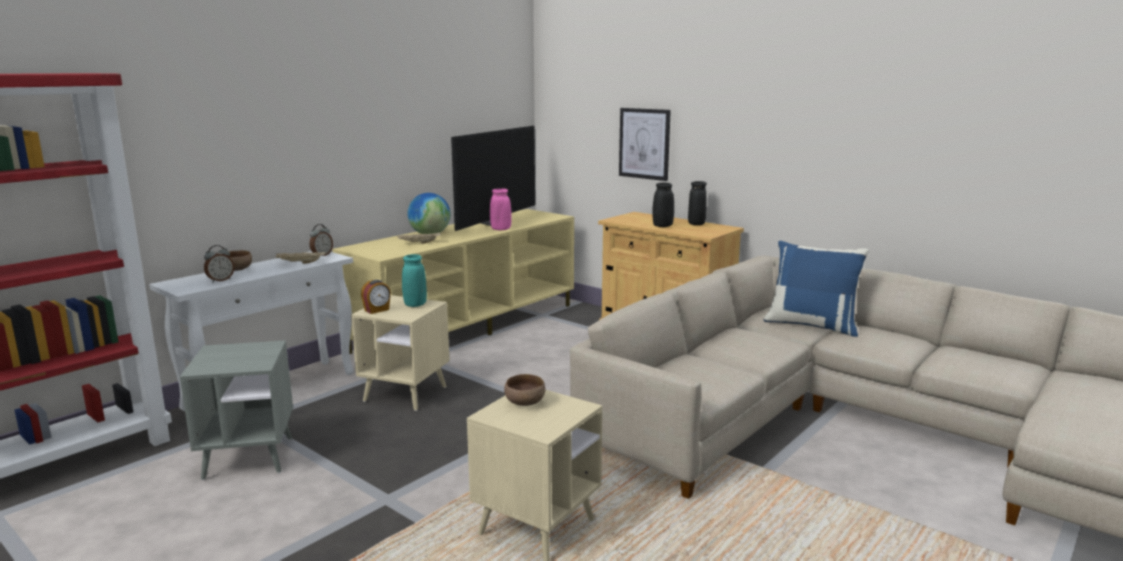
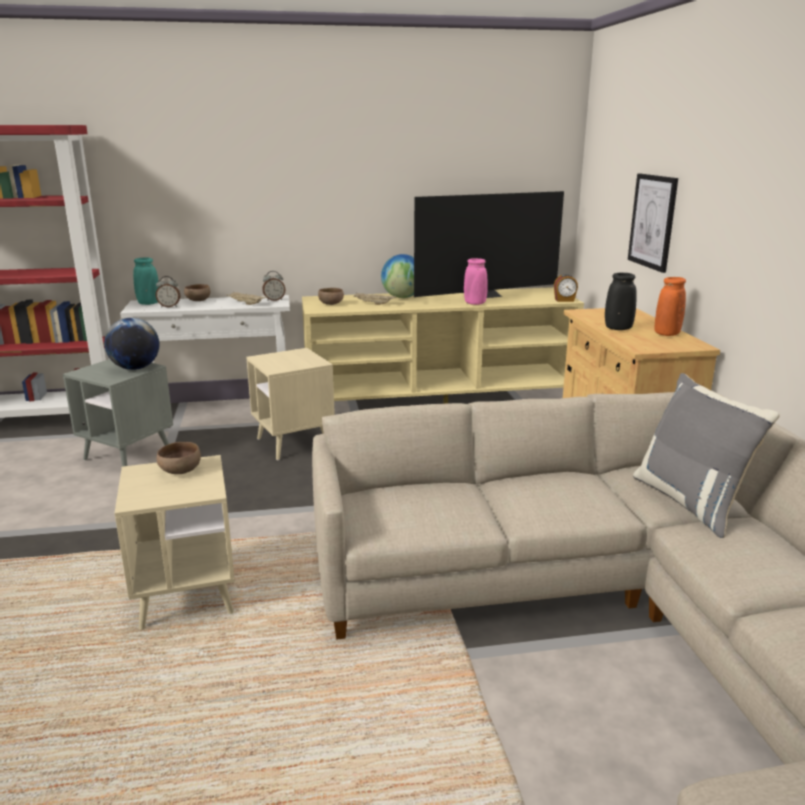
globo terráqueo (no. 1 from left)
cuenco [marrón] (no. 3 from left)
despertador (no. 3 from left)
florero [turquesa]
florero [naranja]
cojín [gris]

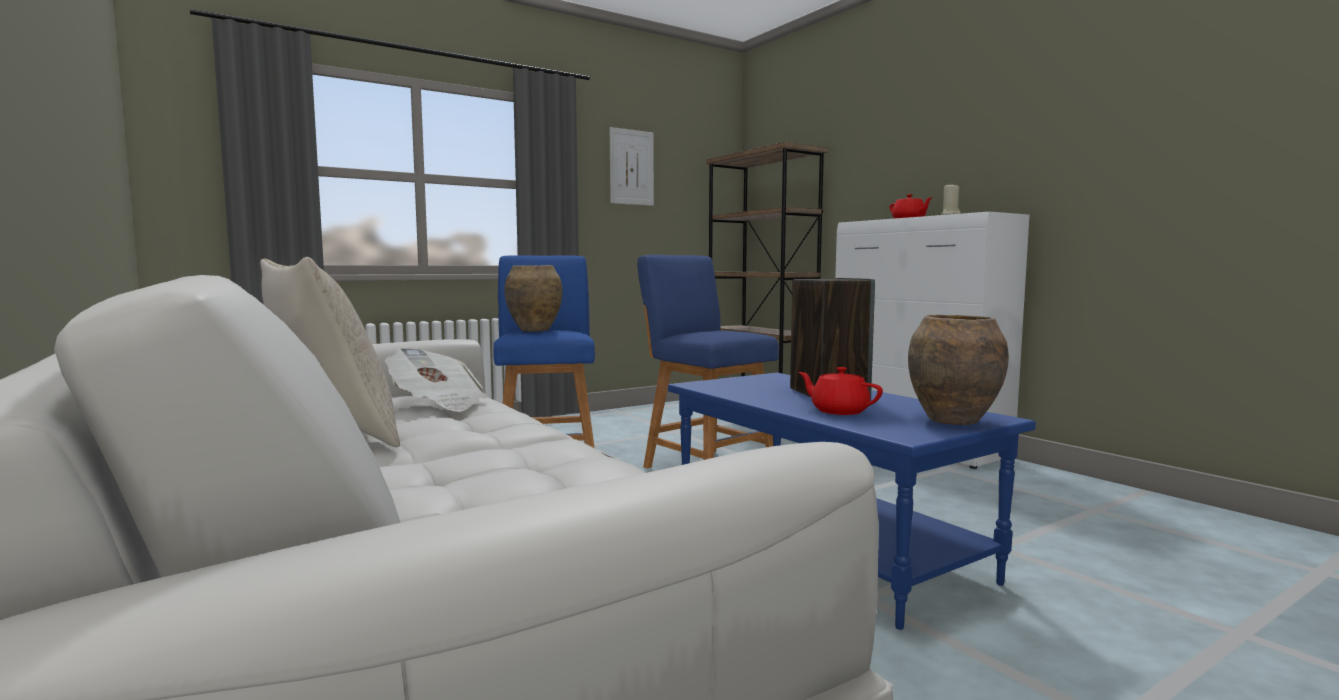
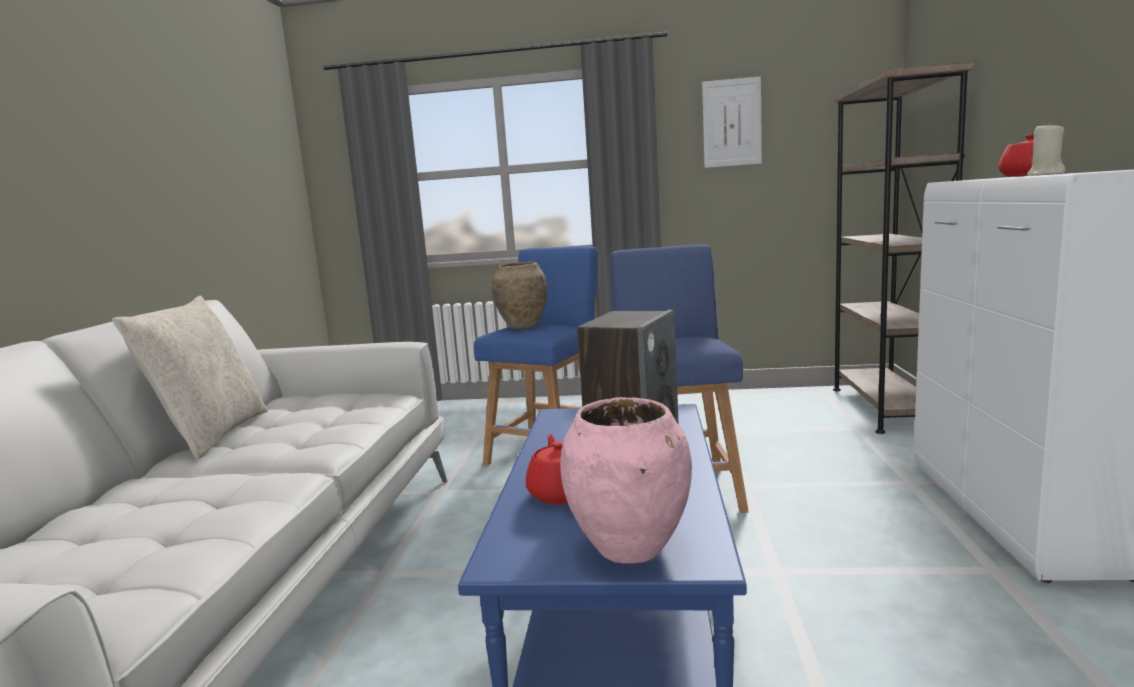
periódico
florero [rosa]

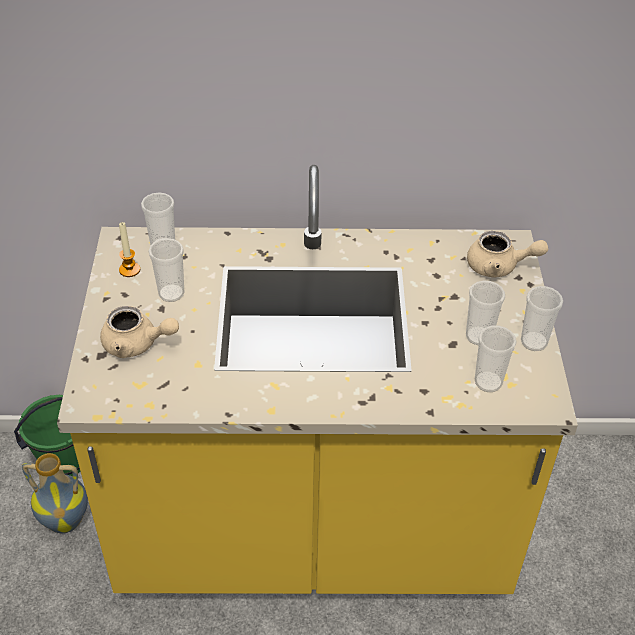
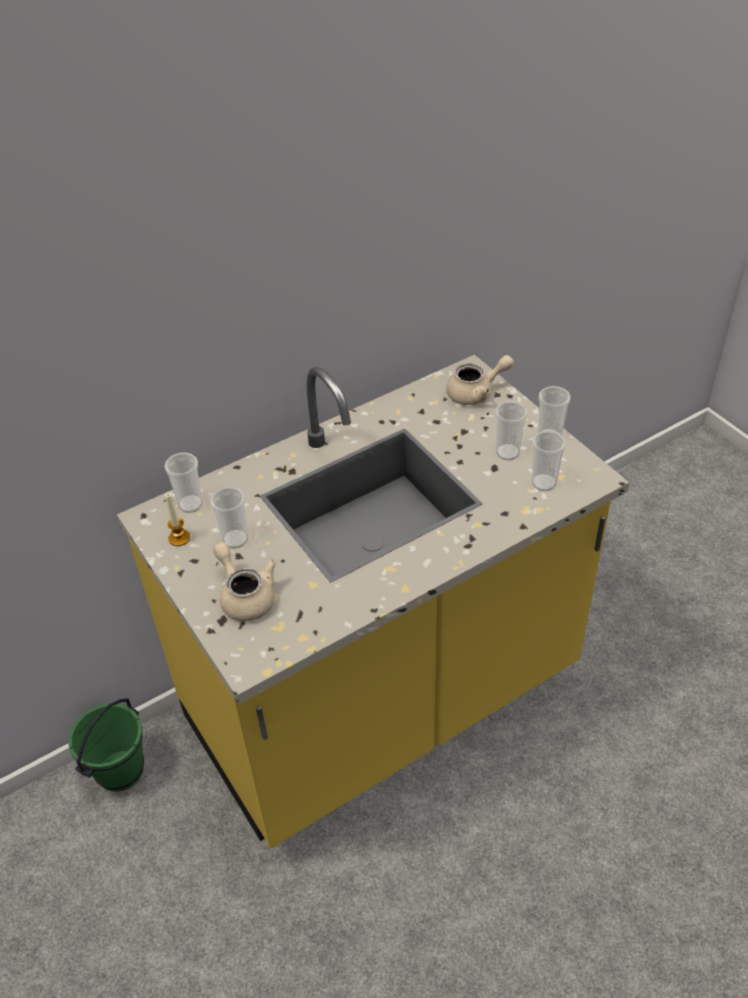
florero
tetera [beis] (no. 1 from left)

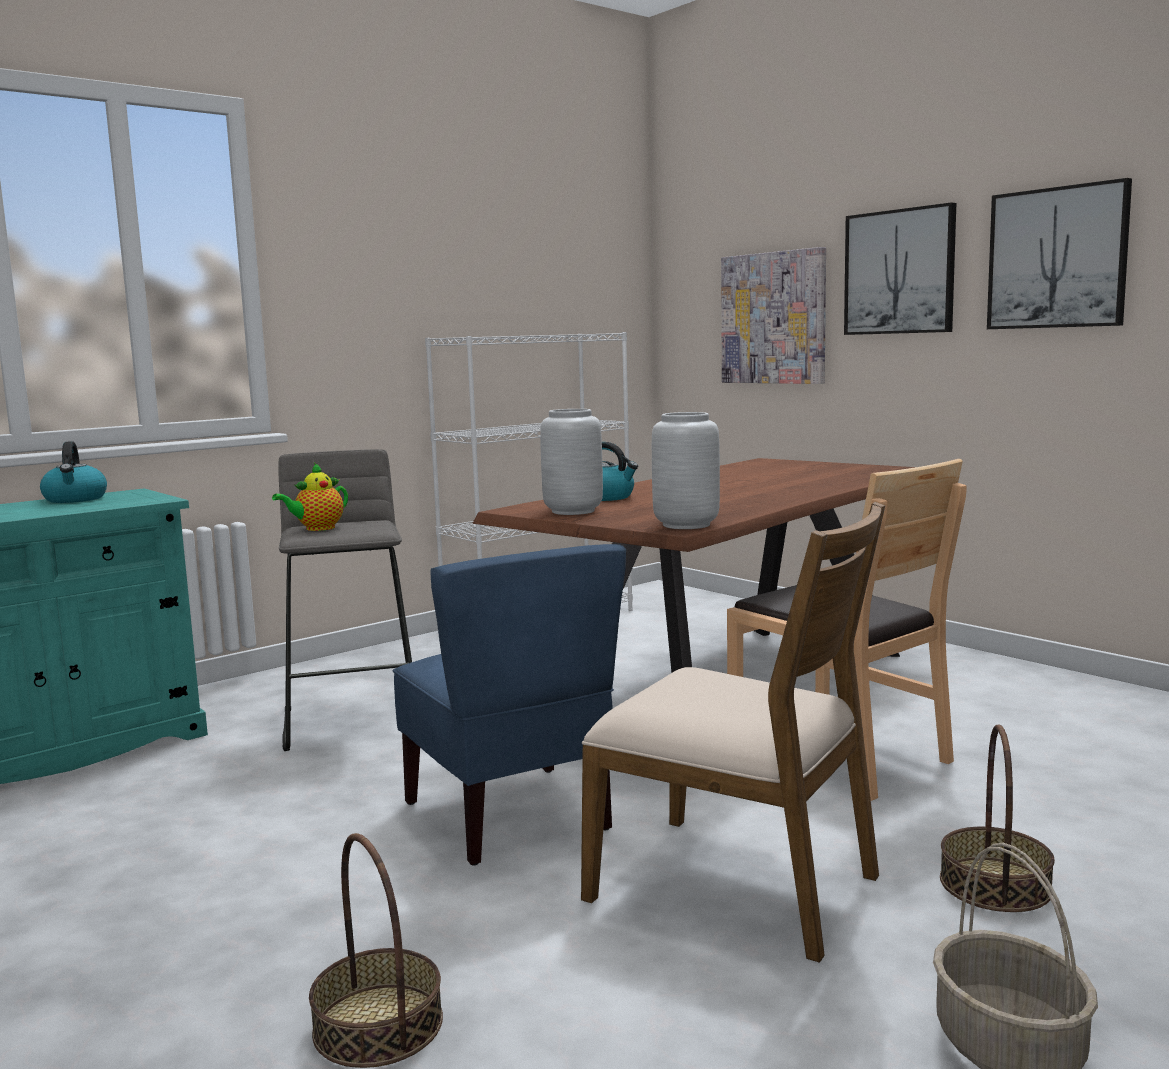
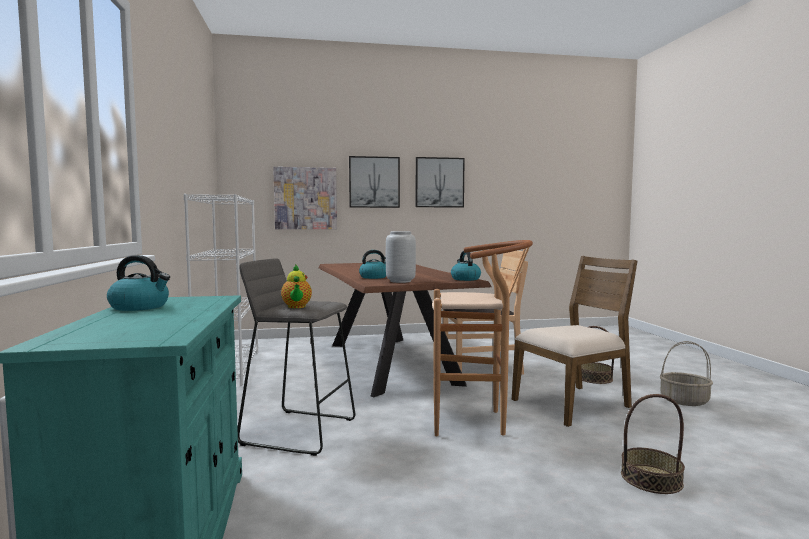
taburete [marrón]
hervidor (no. 3 from left)

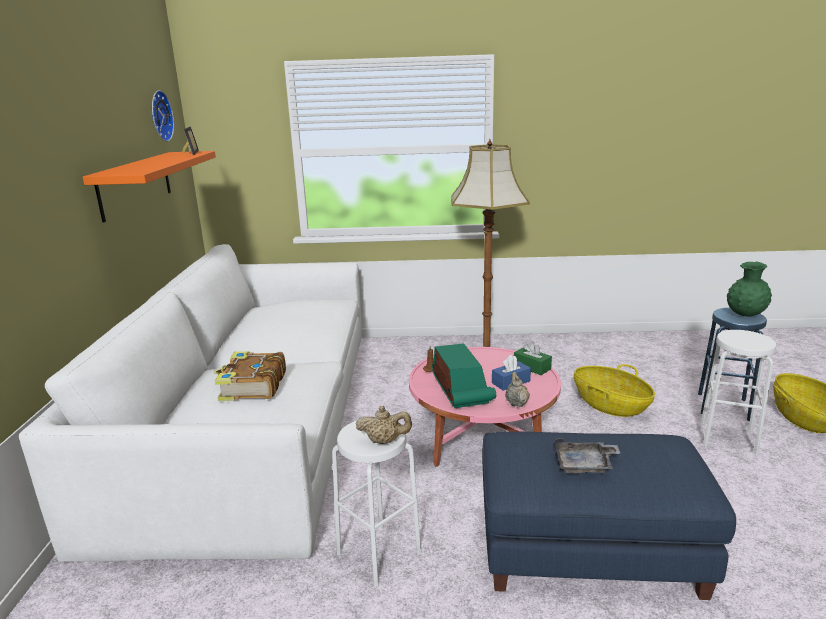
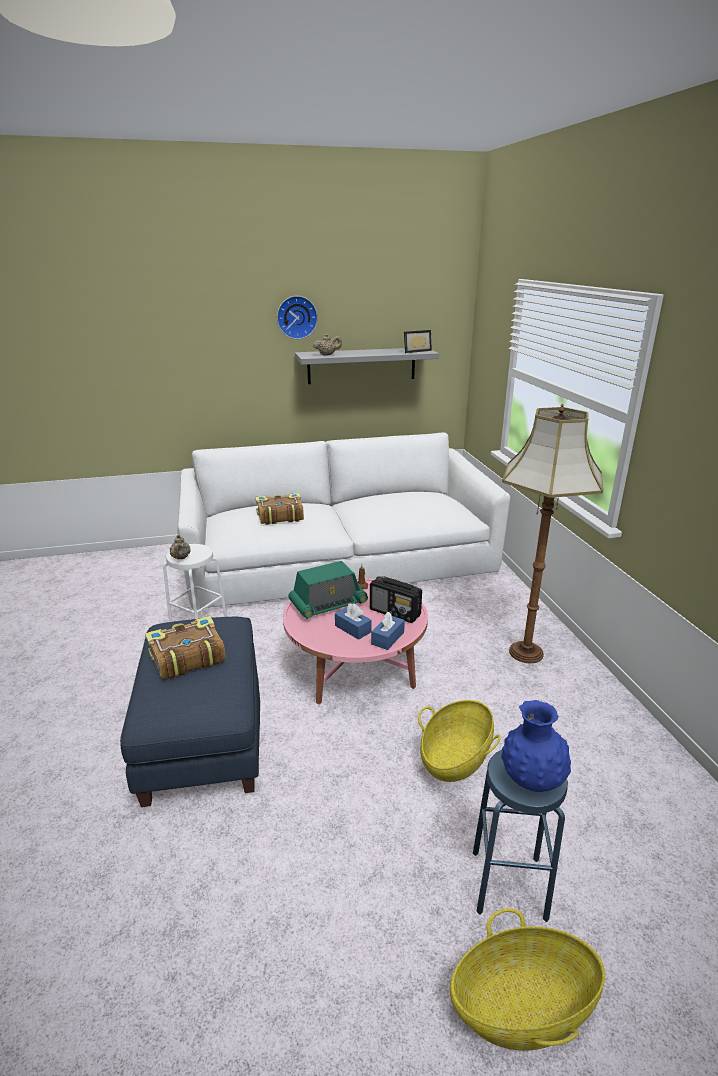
taburete [blanco] (no. 2 from left in the first image)
radio (no. 2 from left)
reloj de pared
tetera [beis] (no. 2 from left)
libro (no. 1 from left)
estante [gris]
caja de pañuelos [azul] (no. 2 from left)
florero [azul]

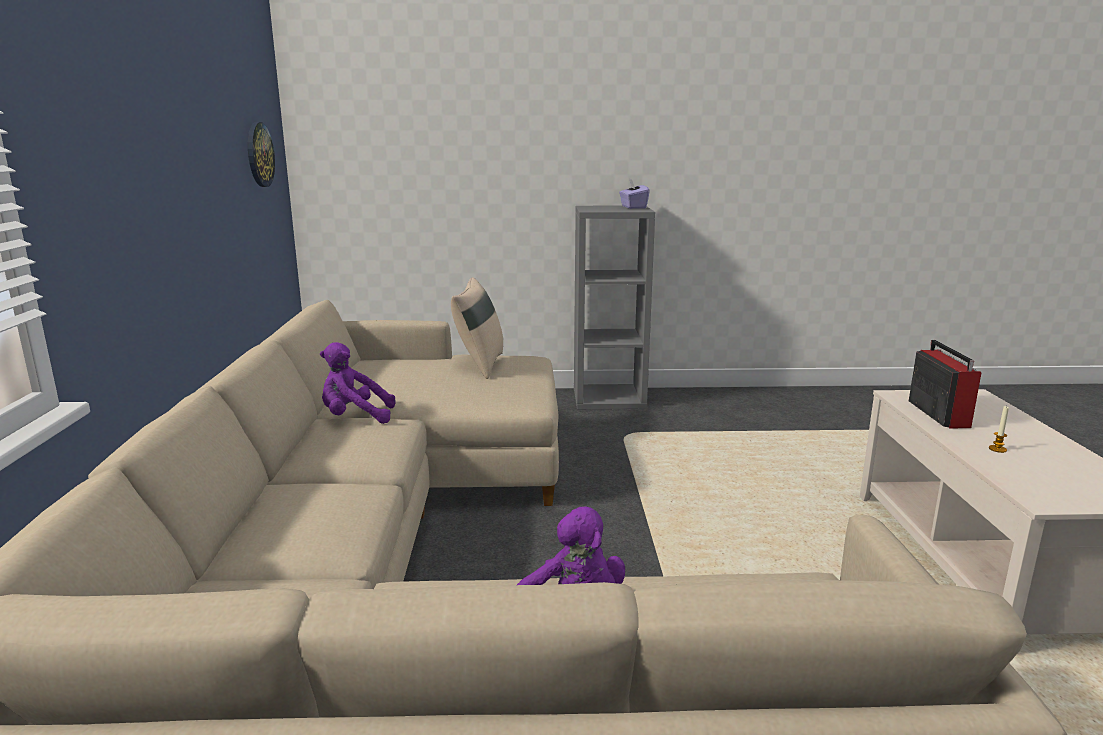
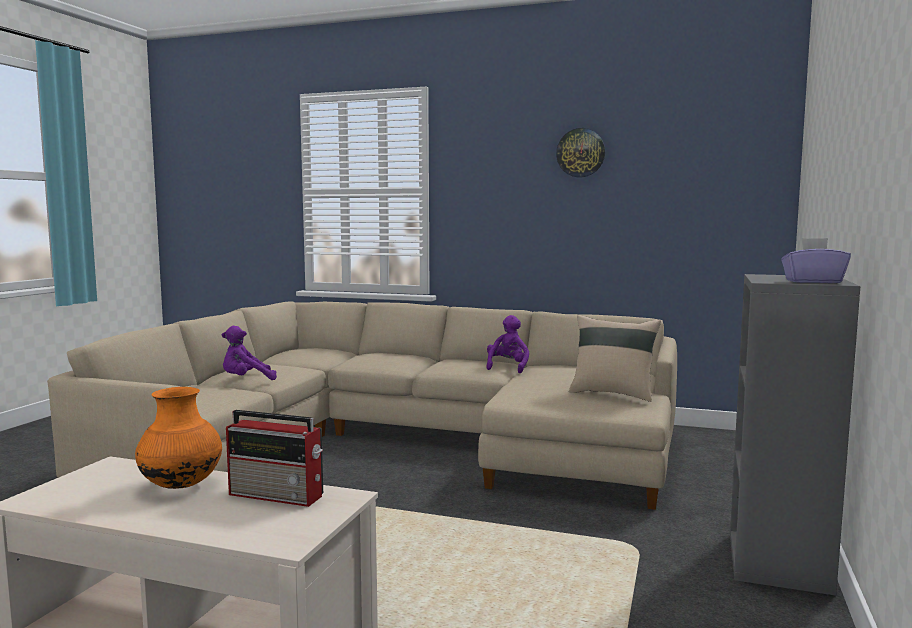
reloj de pared
florero [naranja]

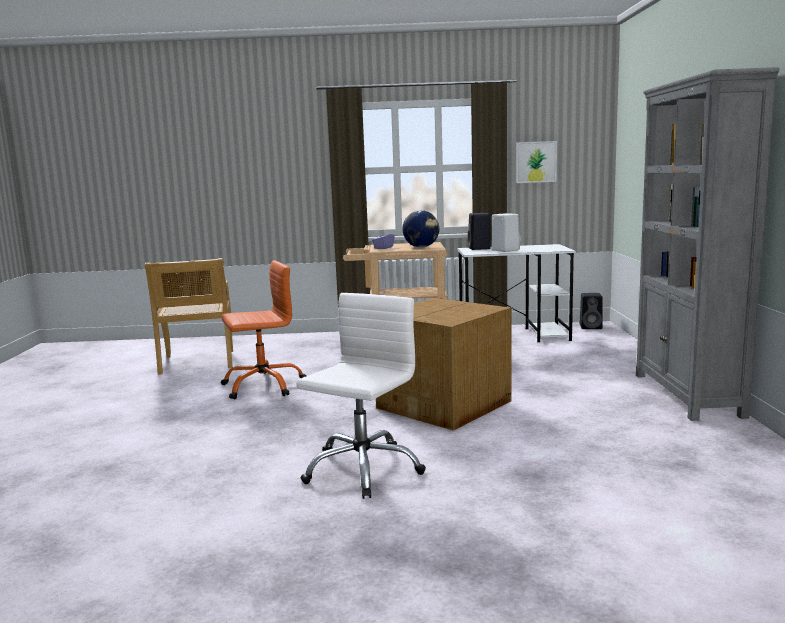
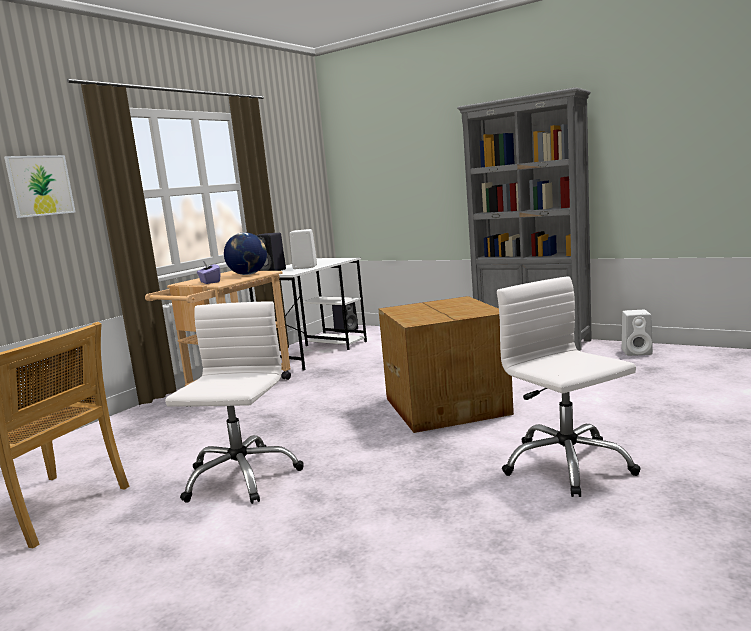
altavoz [blanco] (no. 2 from left)
cuadro
silla de oficina [blanco] (no. 1 from left)

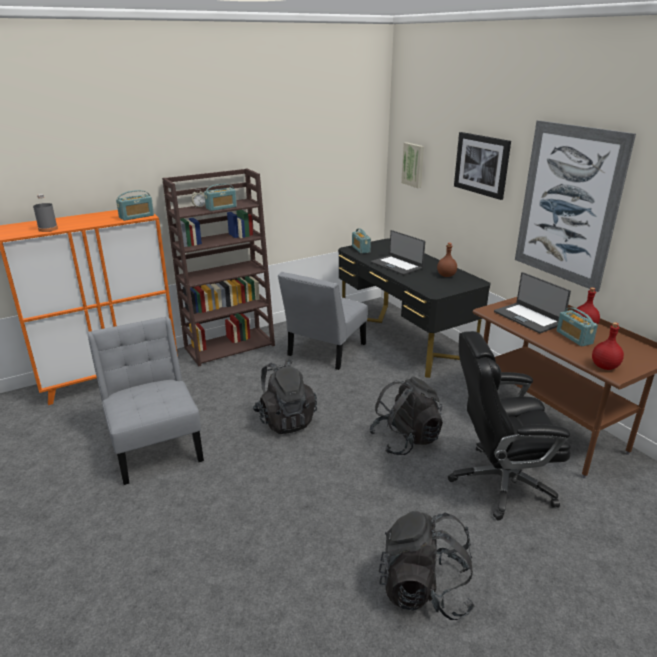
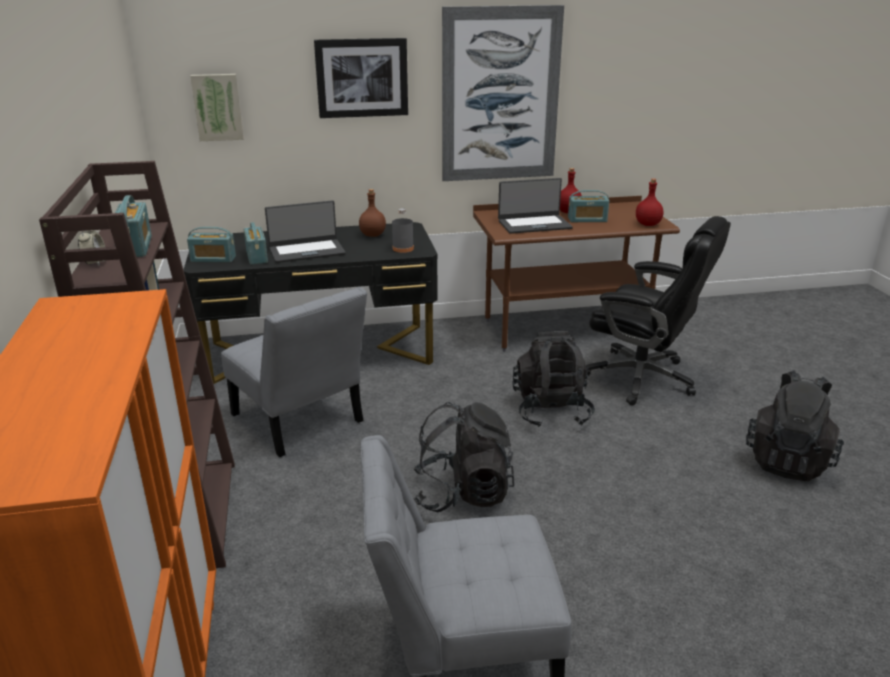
botella [gris]
radio (no. 3 from left)
silla de oficina [negro]

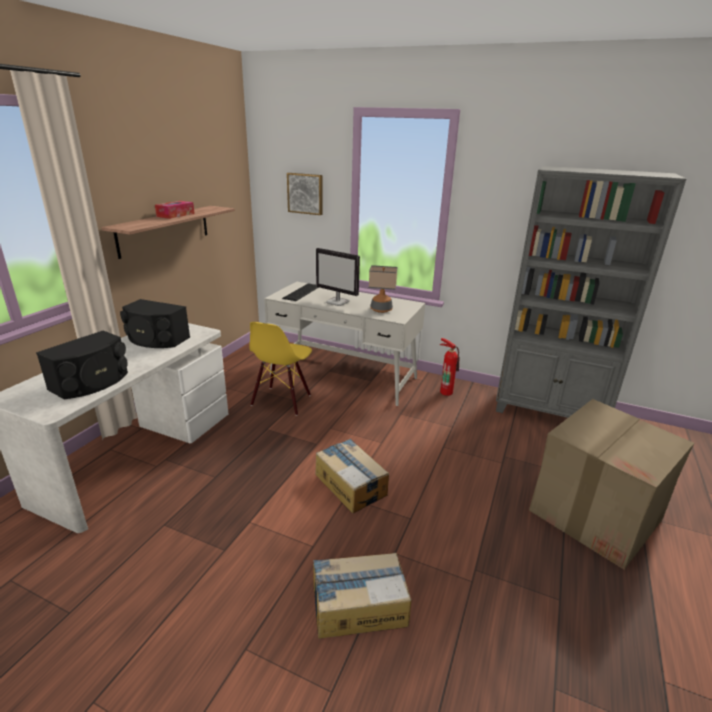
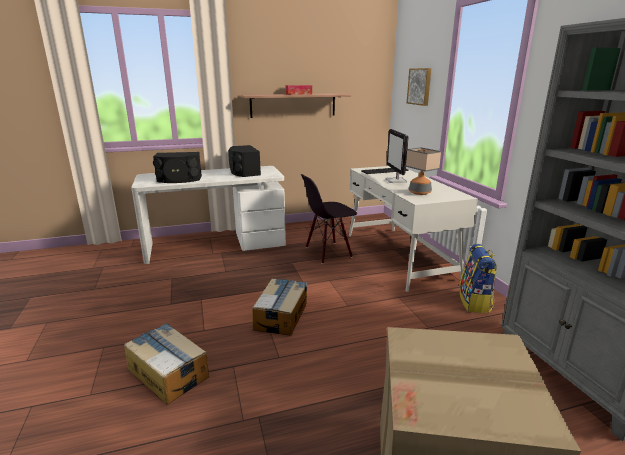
mochila
silla [negro]

